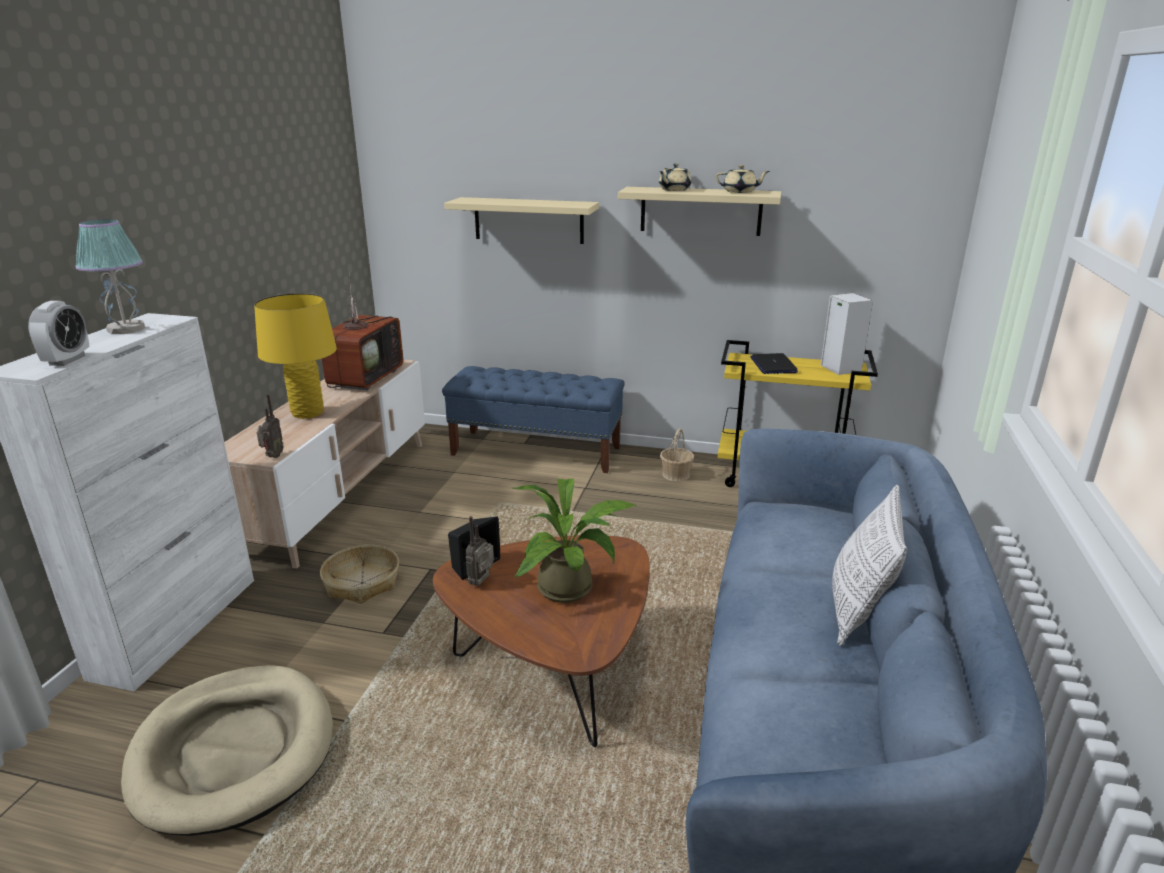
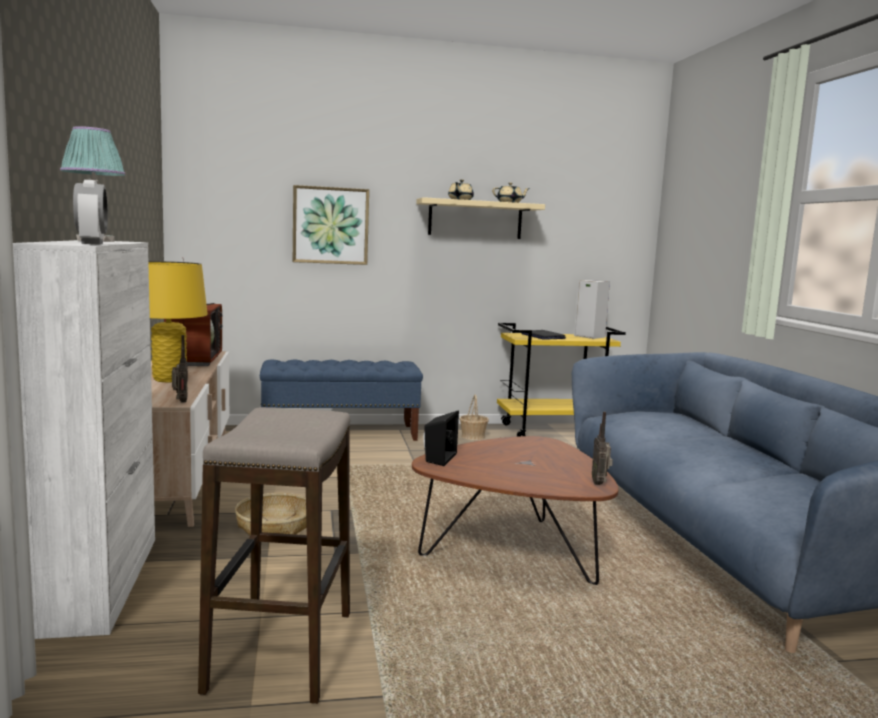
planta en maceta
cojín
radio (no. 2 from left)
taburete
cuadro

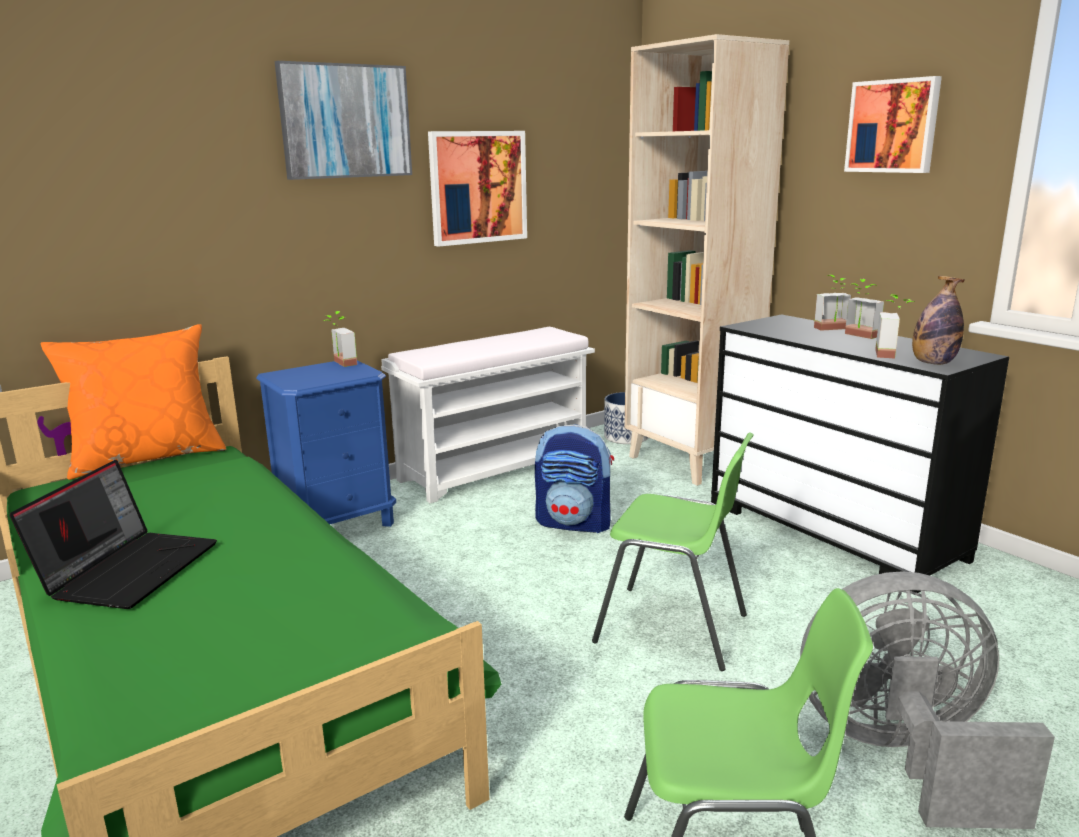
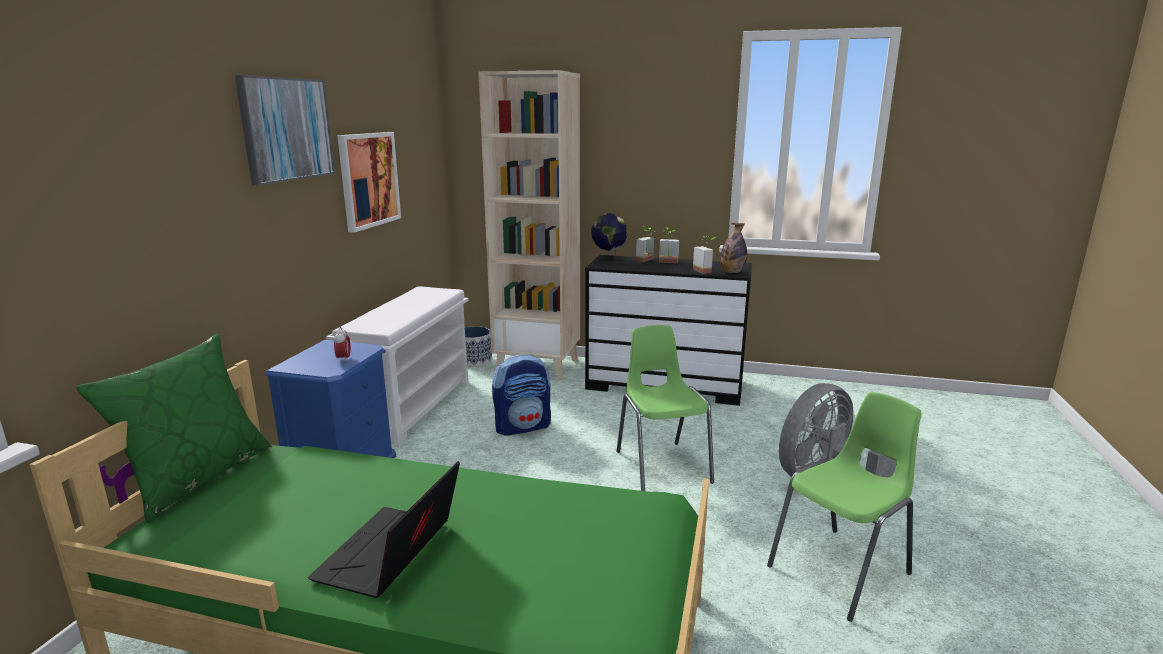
planta en maceta (no. 1 from left in the first image)
cuadro (no. 3 from left in the first image)
despertador
globo terráqueo
cojín [verde]
portátil
silla [verde] (no. 1 from left)

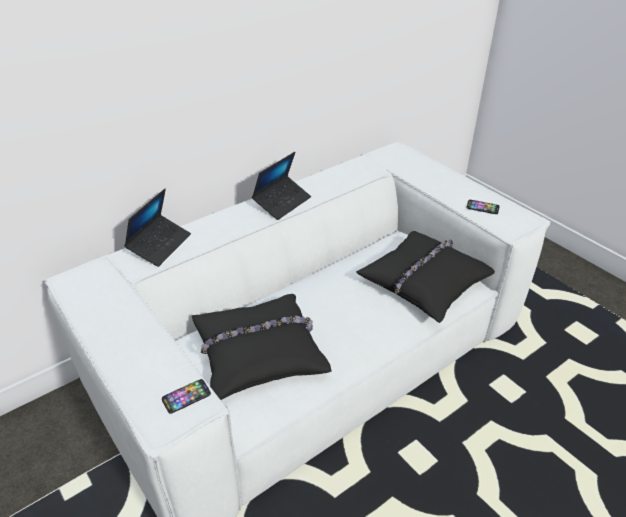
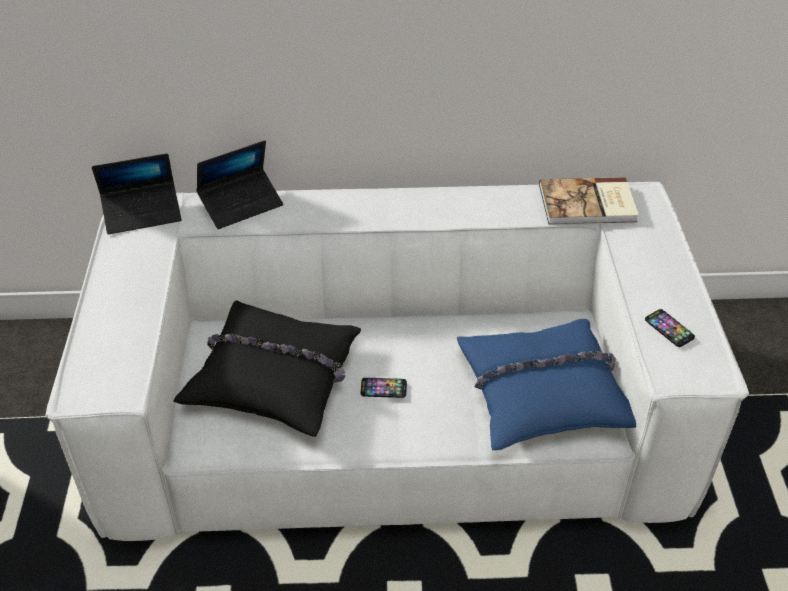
libro
móvil (no. 1 from left)
portátil (no. 1 from left)
cojín [azul]

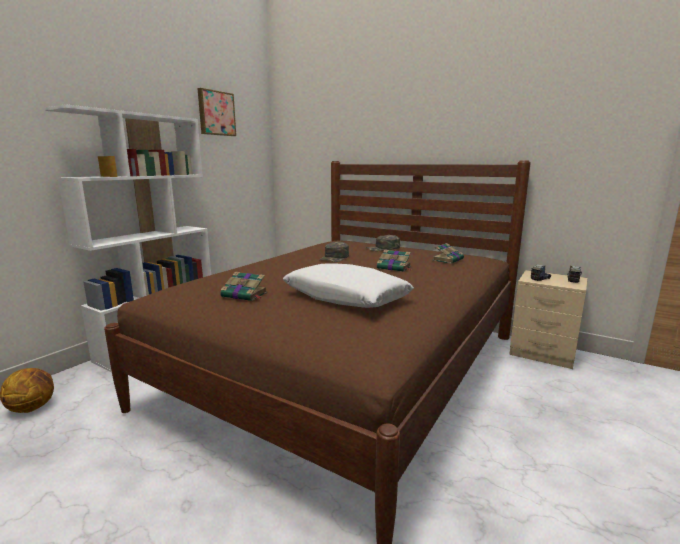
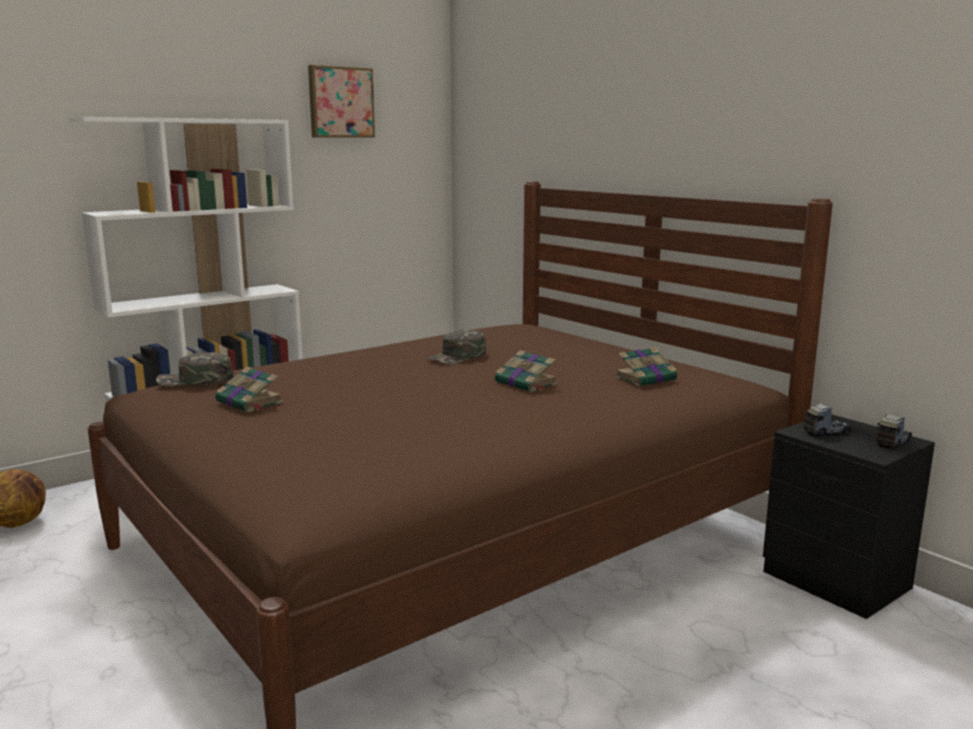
cojín [blanco]
gorra [verde] (no. 1 from left)
mesita de noche [negro]

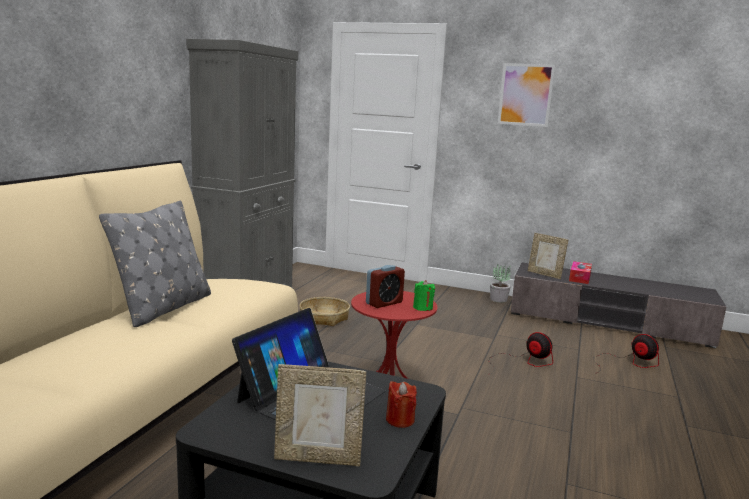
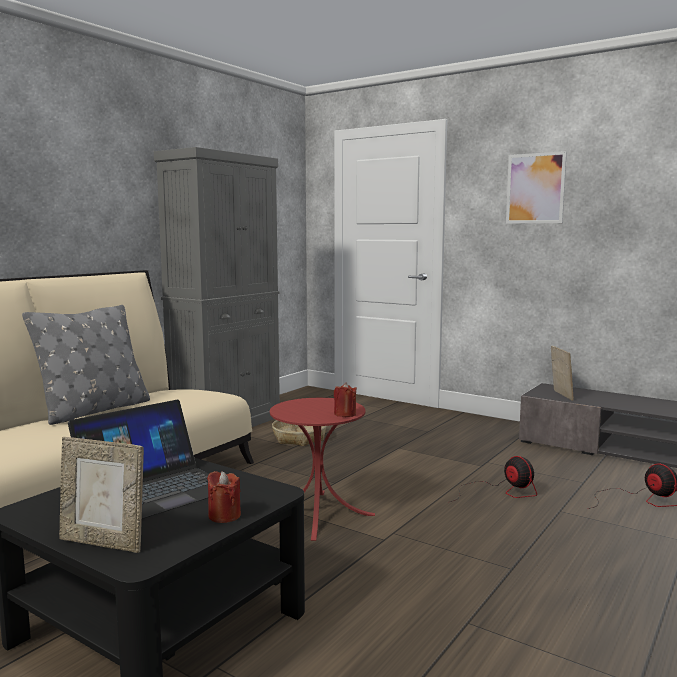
despertador
planta en maceta
caja de pañuelos
vela [rojo] (no. 2 from left)
portarretratos (no. 2 from left)

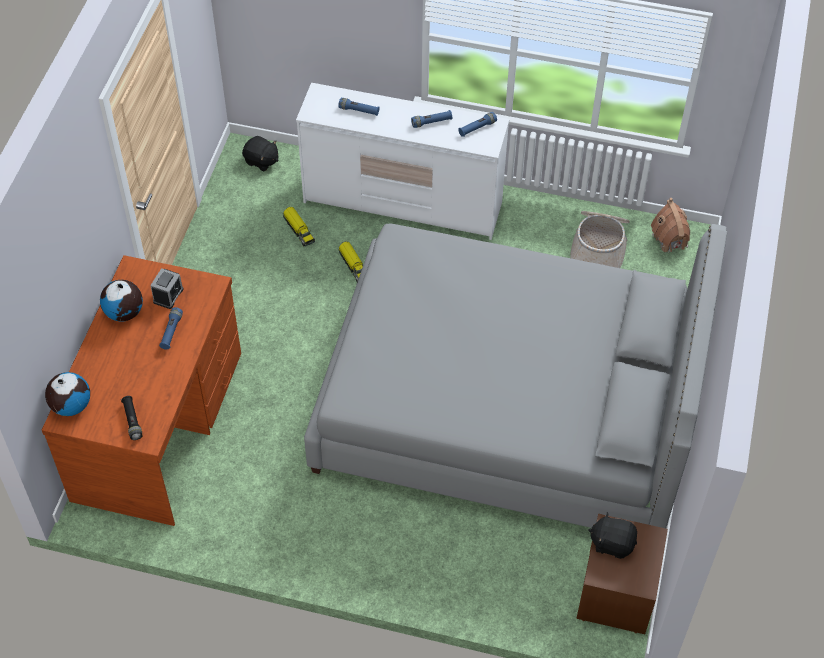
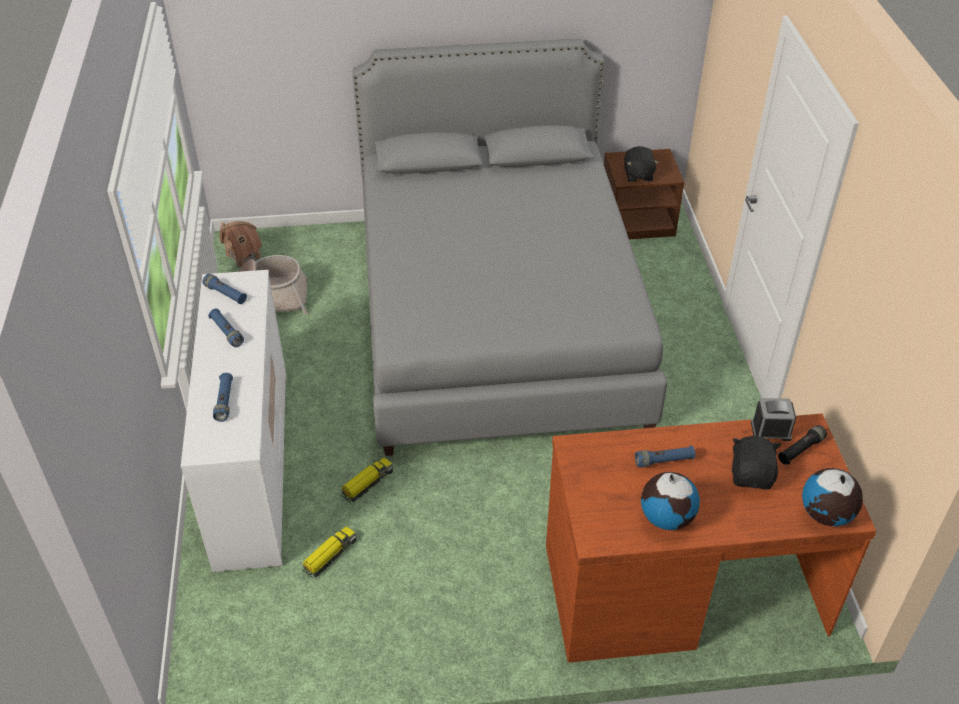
despertador
peluche [negro] (no. 2 from left)

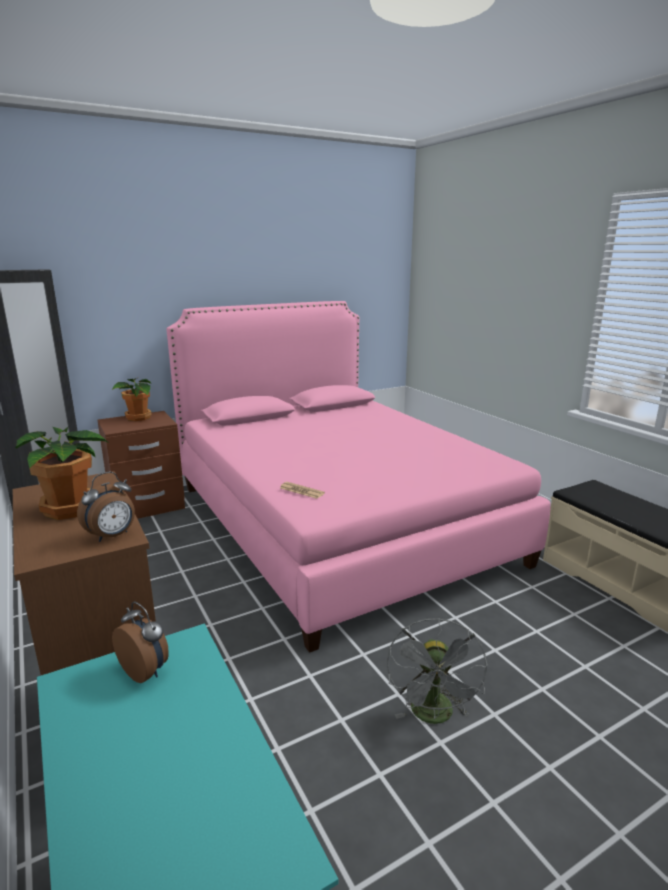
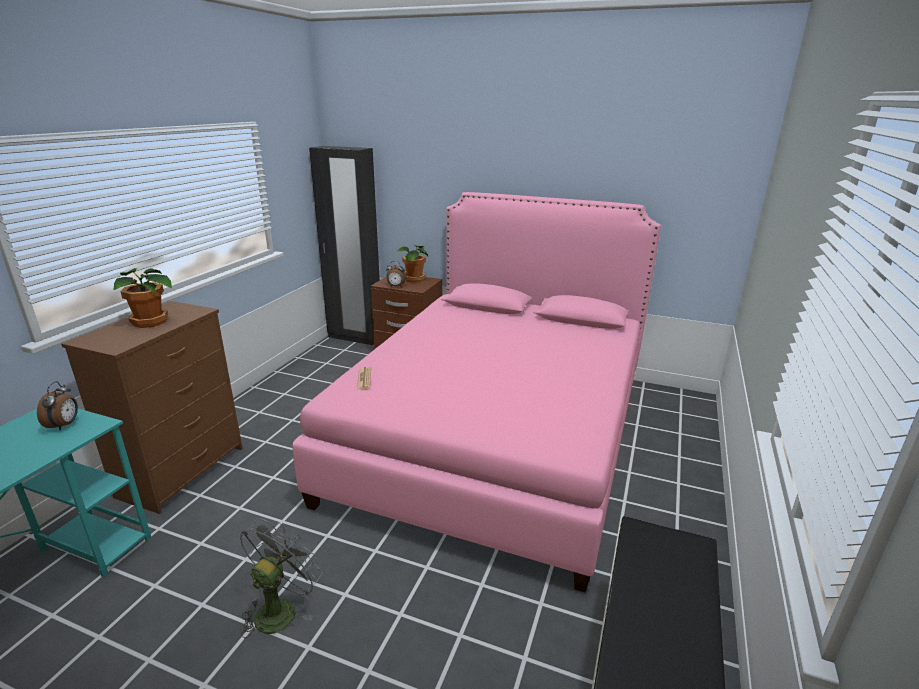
despertador (no. 2 from left)
ventilador [gris]

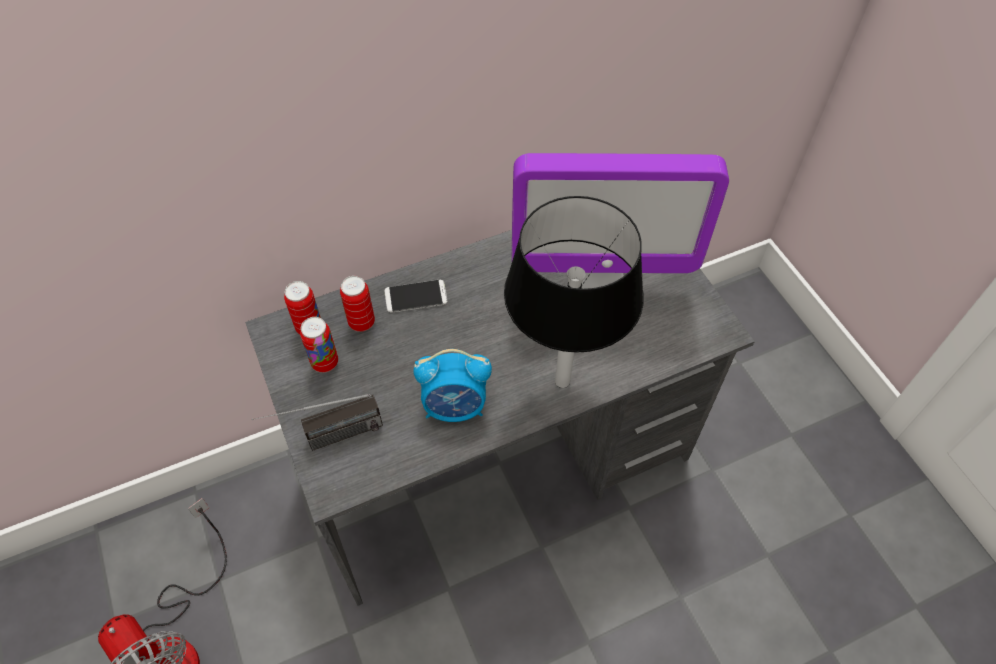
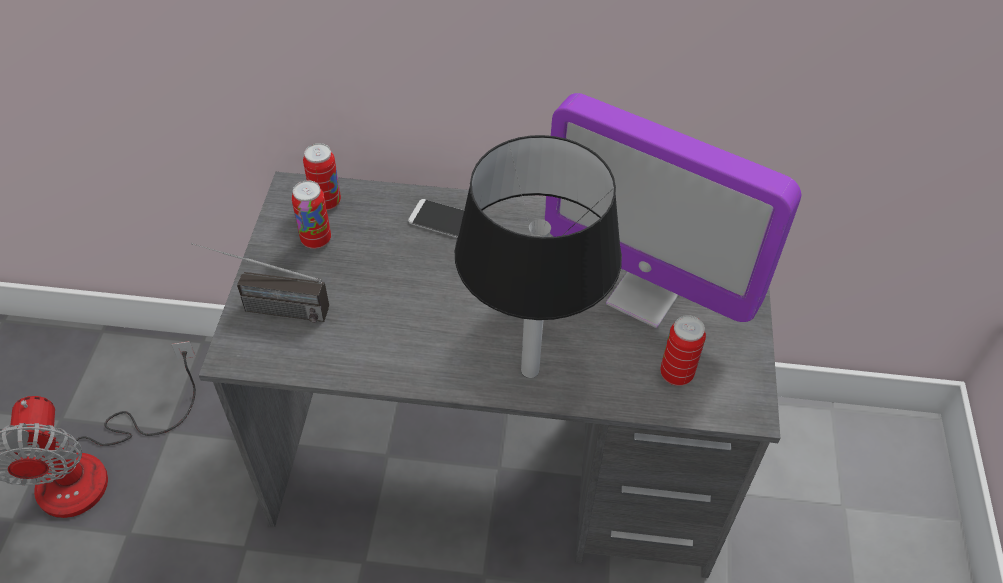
despertador
lata (no. 3 from left)

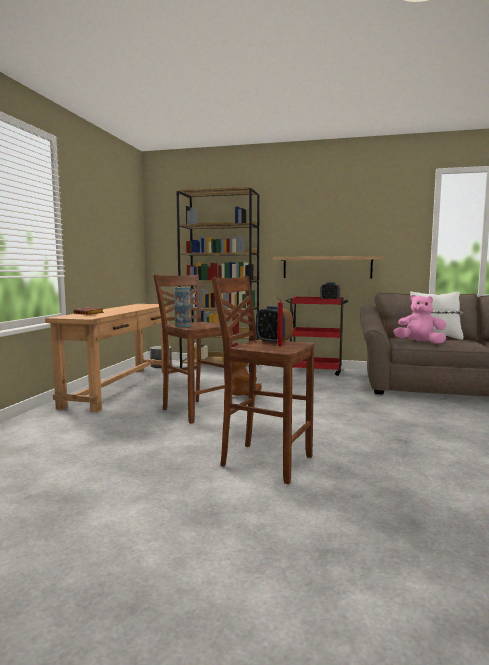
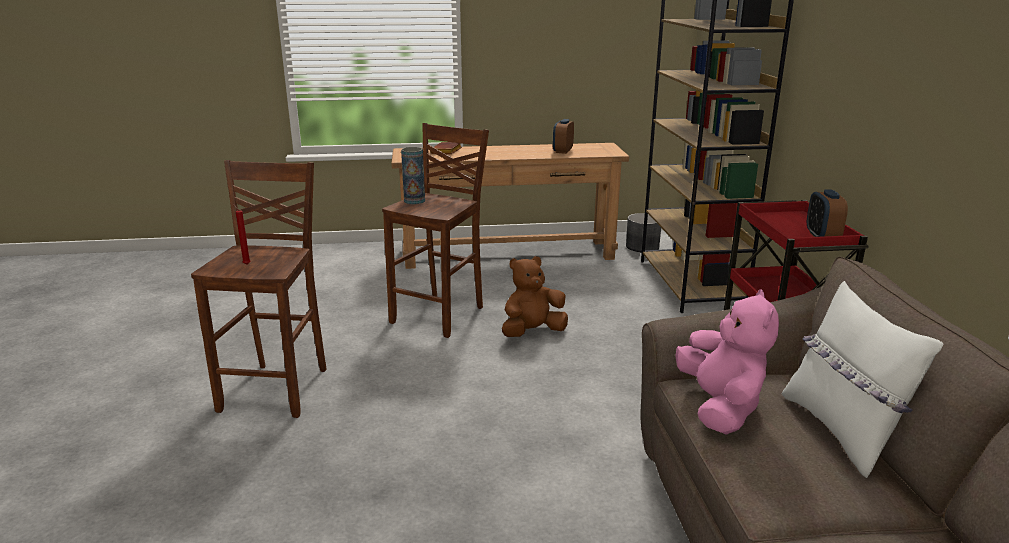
estante
despertador (no. 1 from left)

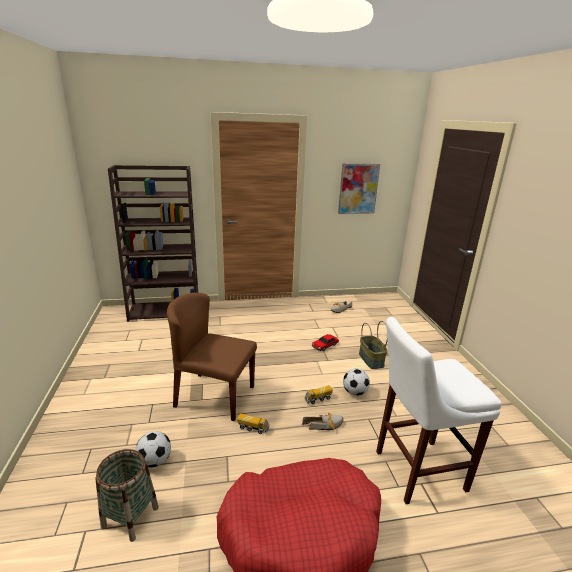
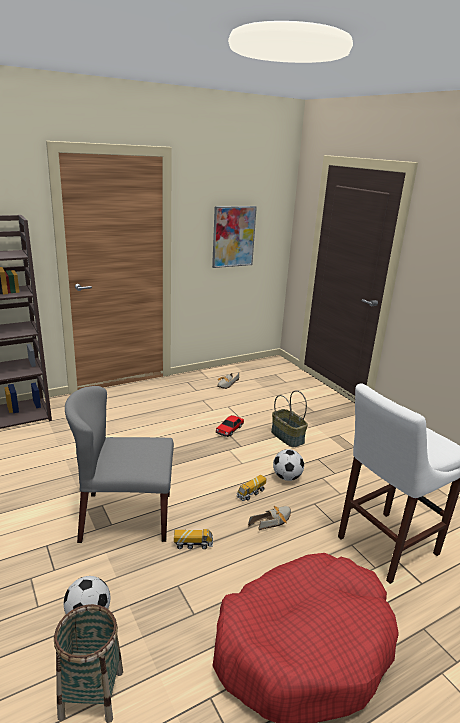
silla [gris]

